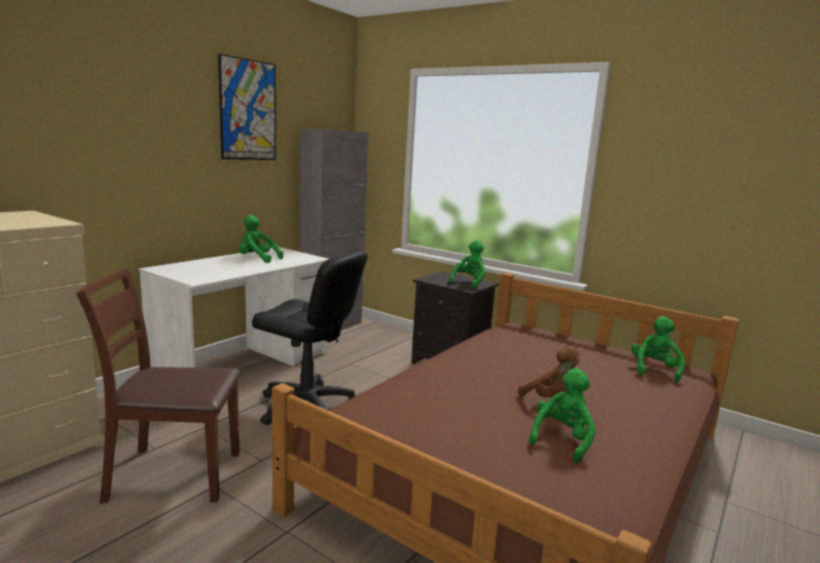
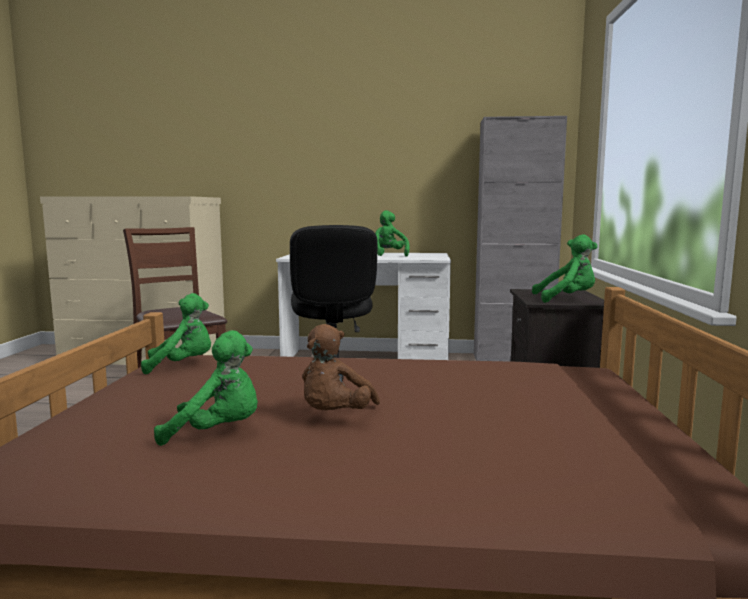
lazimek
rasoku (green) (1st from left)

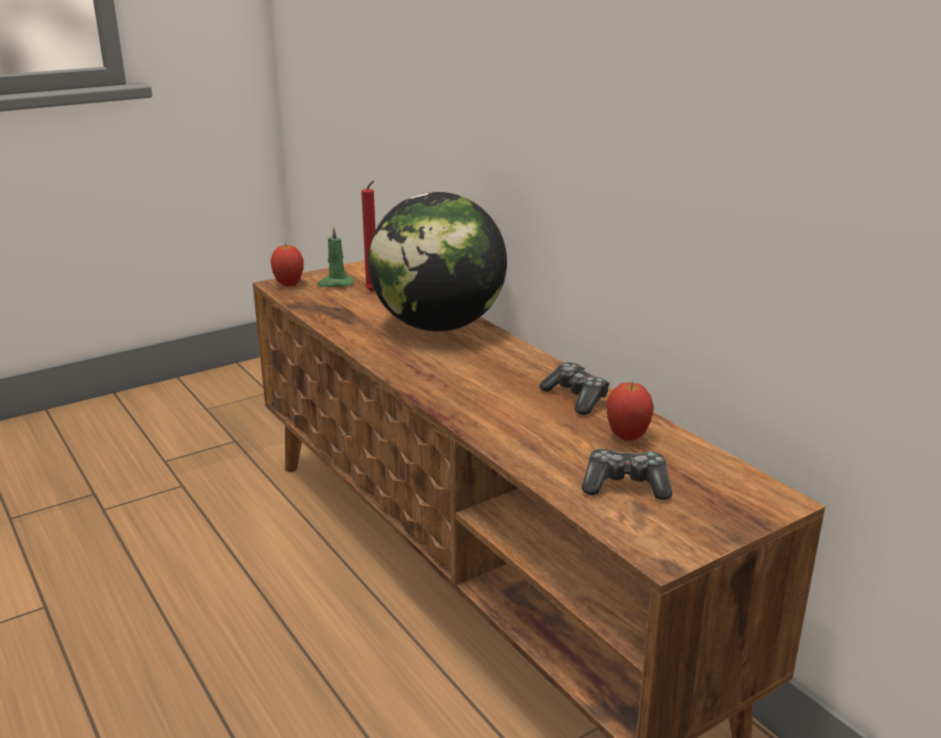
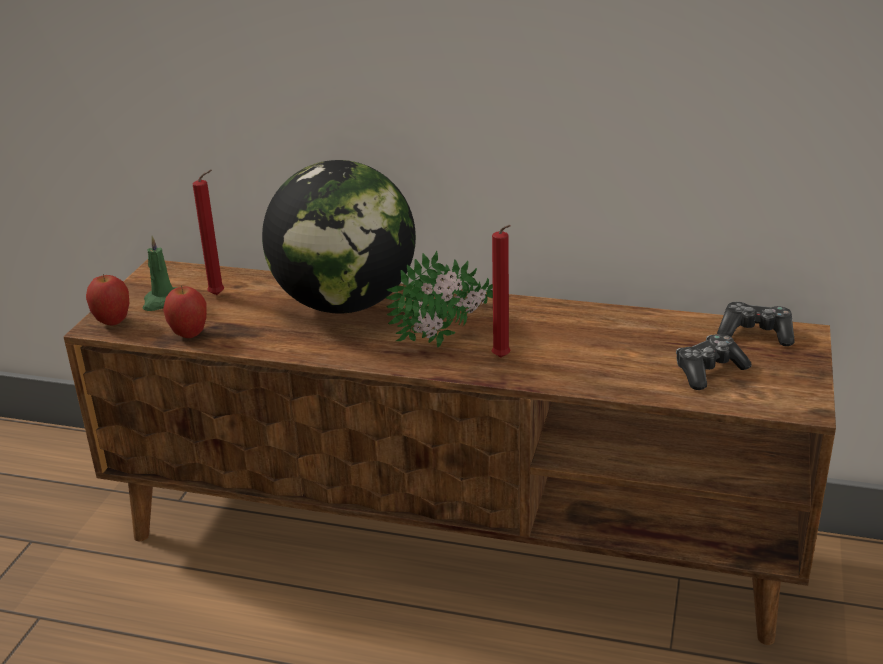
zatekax (2nd from left)
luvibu (2nd from left)
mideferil
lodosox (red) (2nd from left)

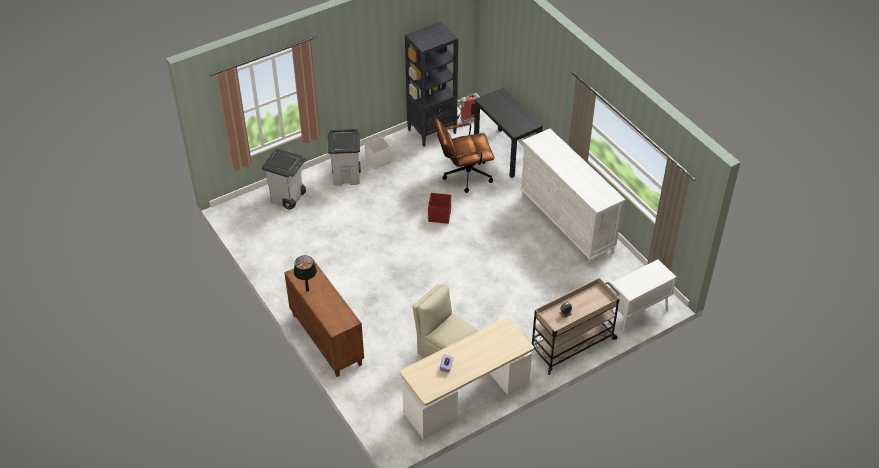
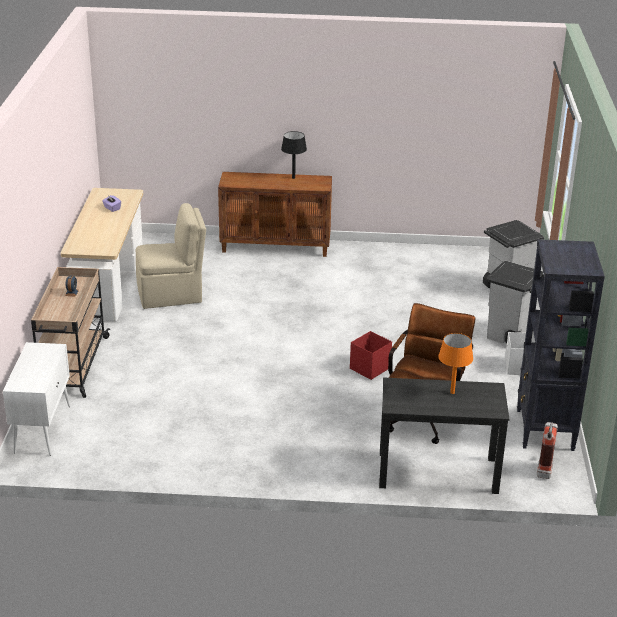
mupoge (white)
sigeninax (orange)

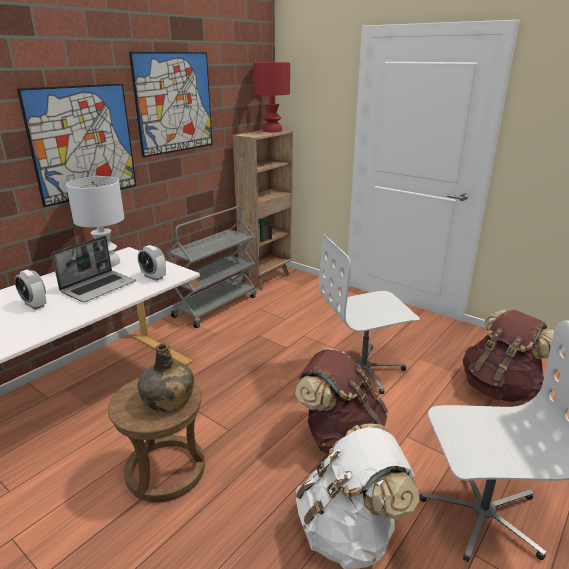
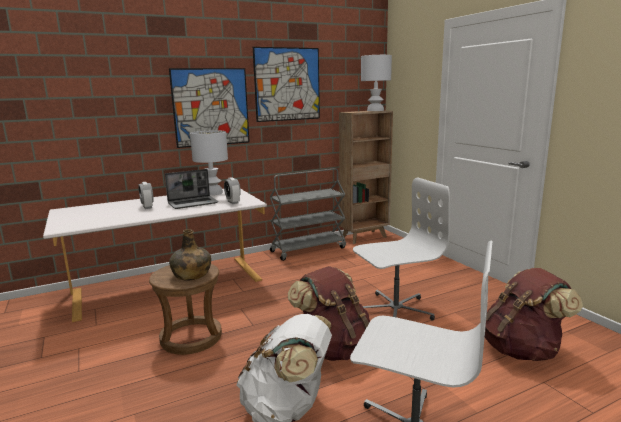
sigeninax (white) (2nd from left)
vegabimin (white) (1st from left)

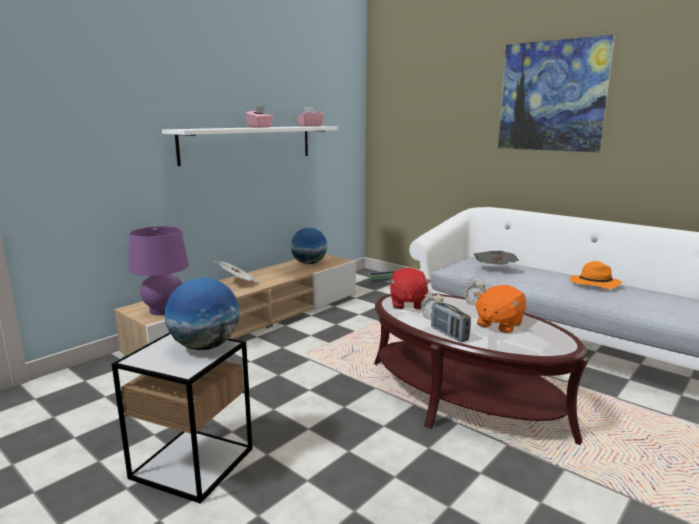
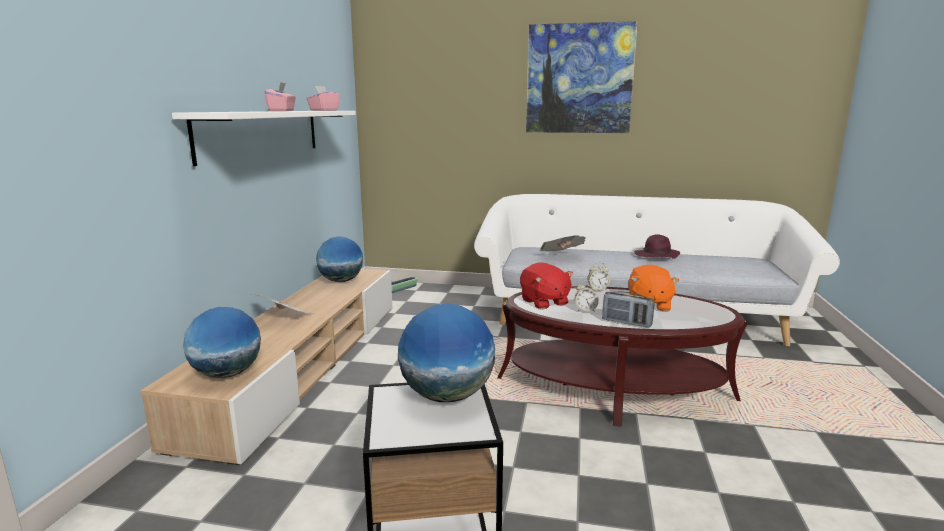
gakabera (1st from left)
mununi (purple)

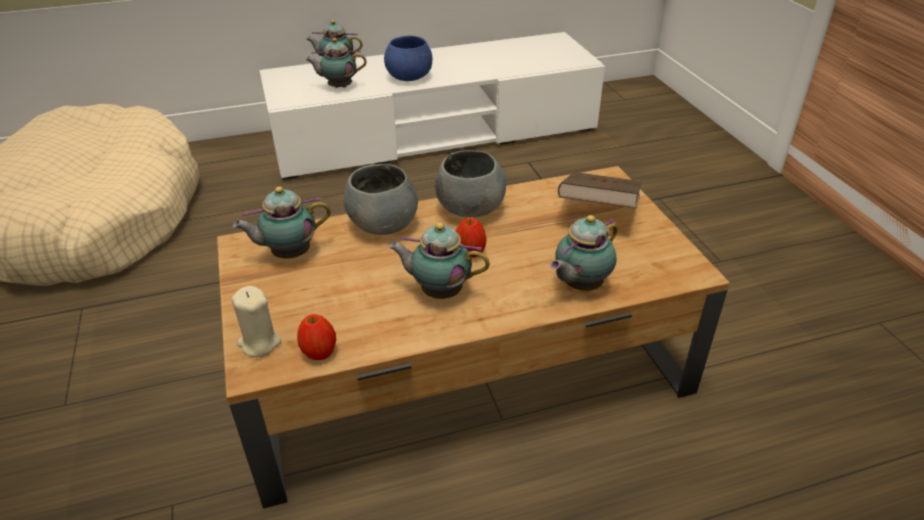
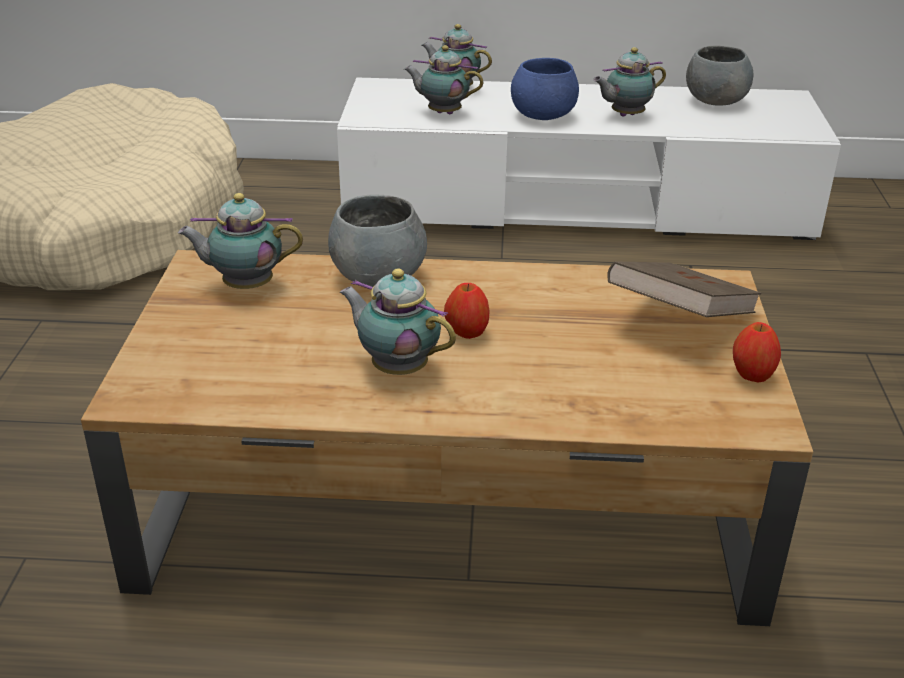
lodosox (beige)
luvibu (2nd from left)
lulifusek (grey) (2nd from left)
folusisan (5th from left)

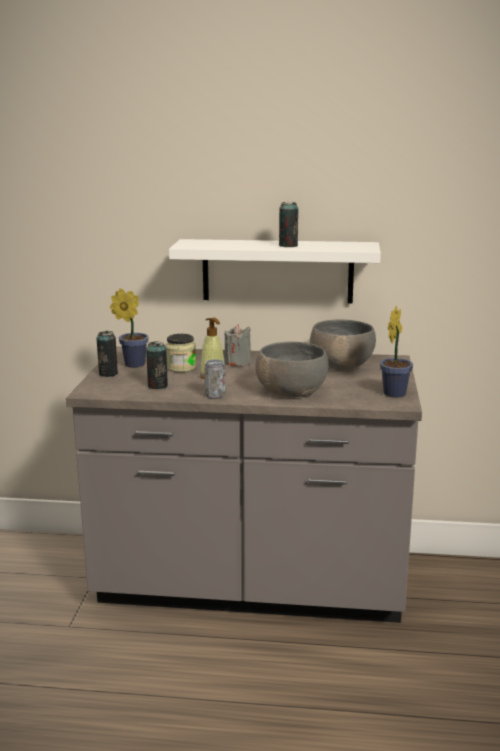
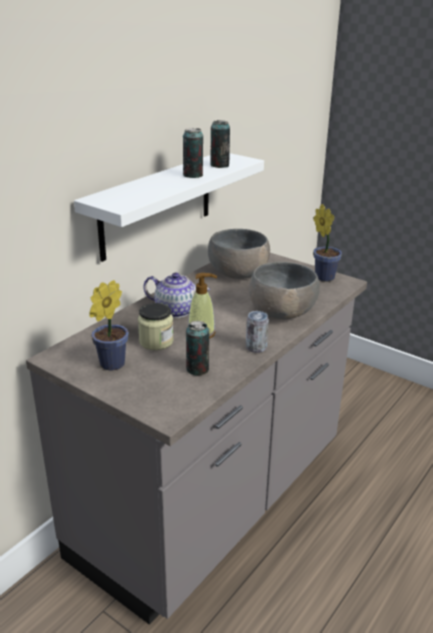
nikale (3rd from left)
folusisan

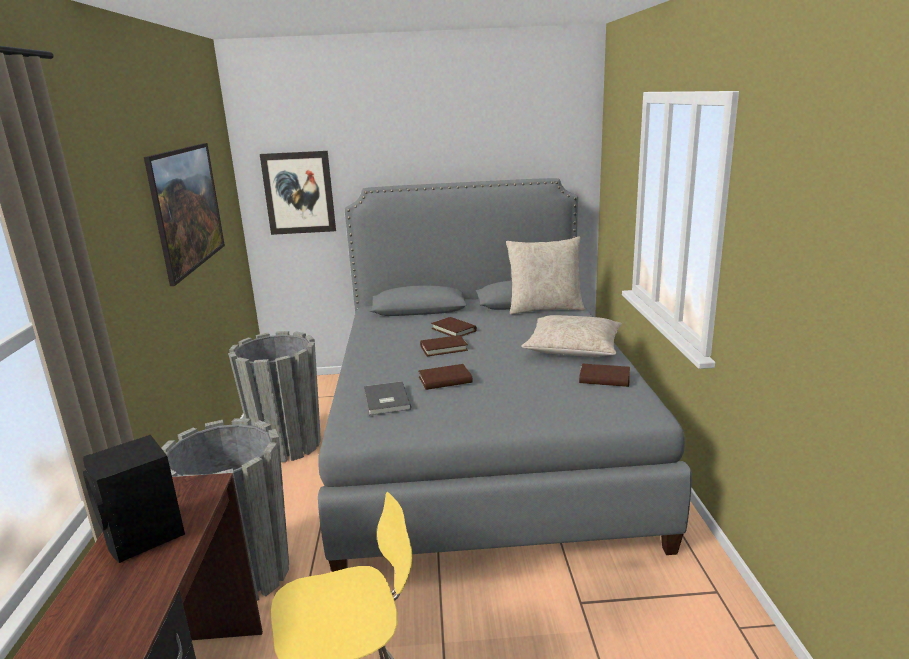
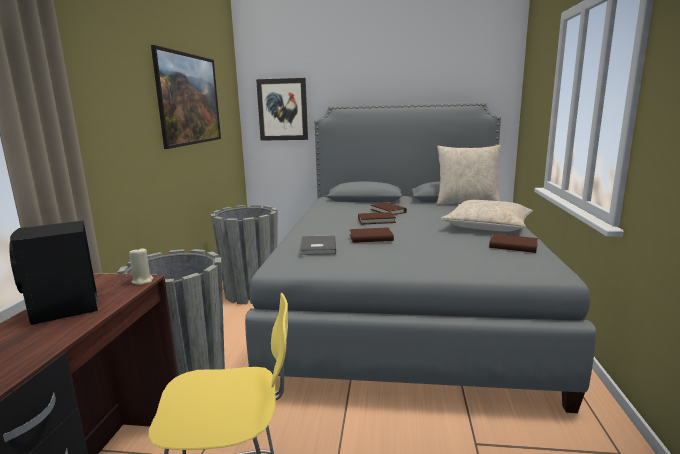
lodosox (beige)

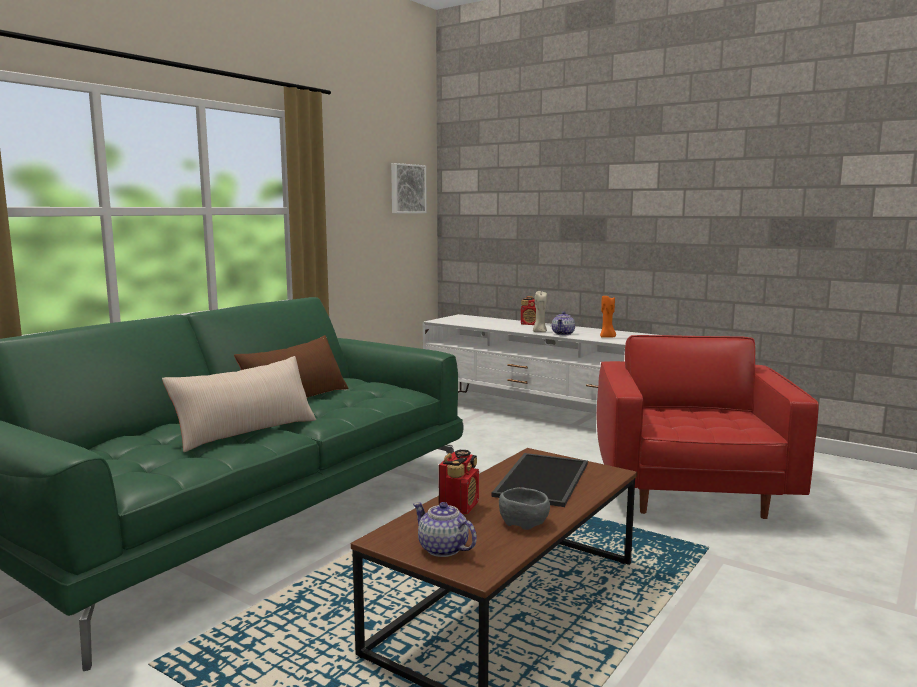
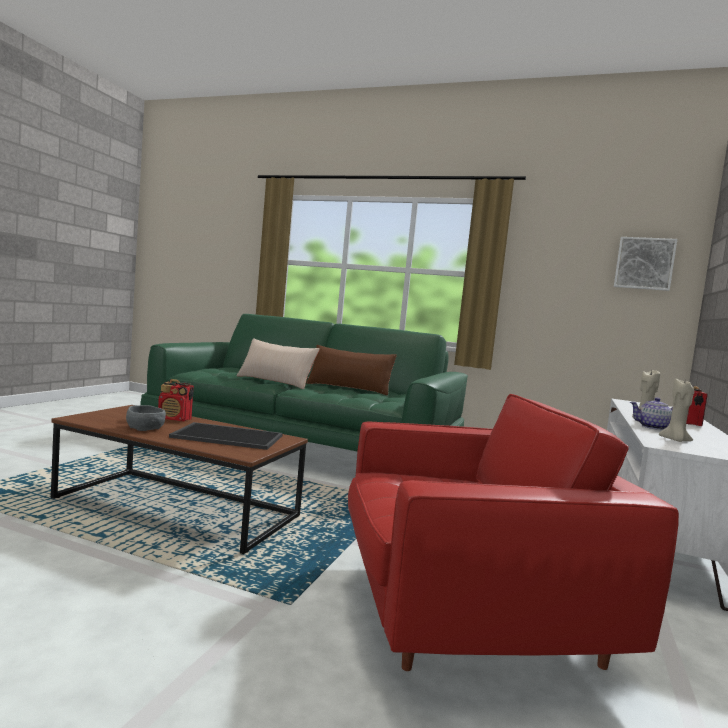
folusisan (1st from left in the first image)
lodosox (beige) (2nd from left)

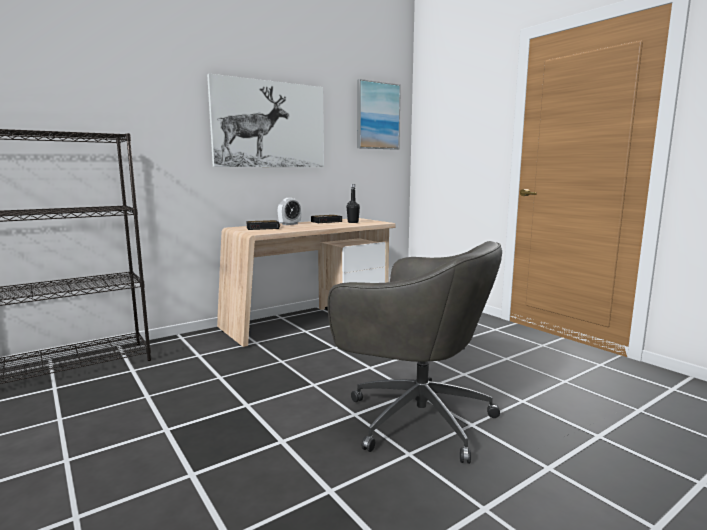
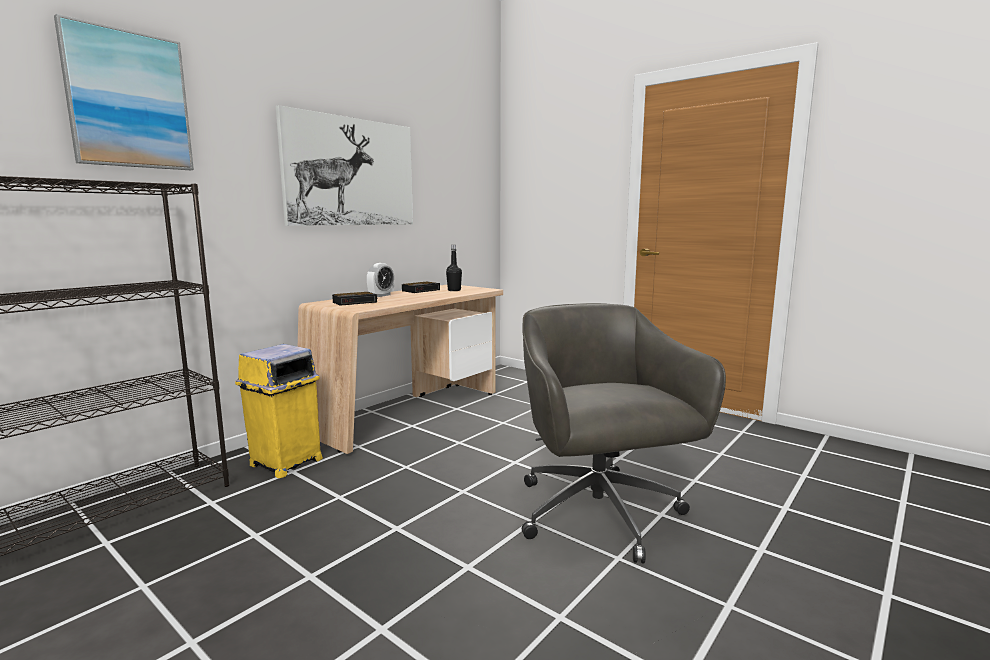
vegabimin (grey)
lazimek (1st from left)
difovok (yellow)

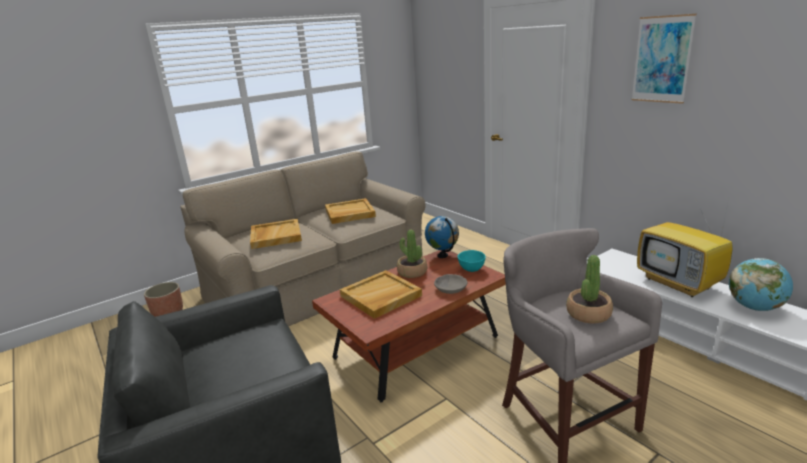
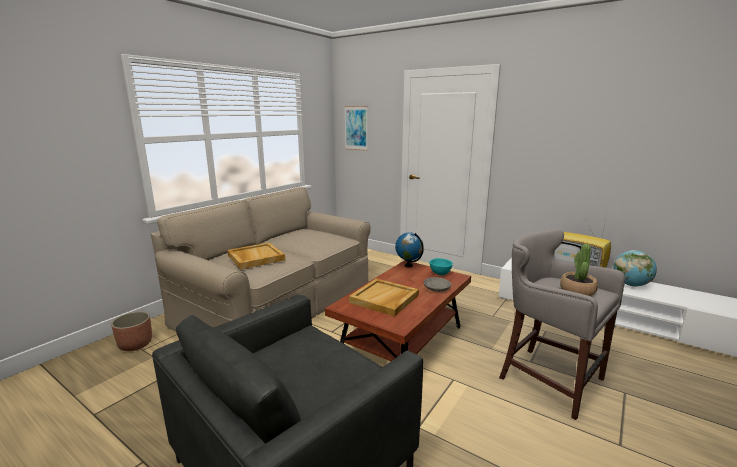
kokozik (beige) (2nd from left in the first image)
mideferil (1st from left in the first image)
lazimek

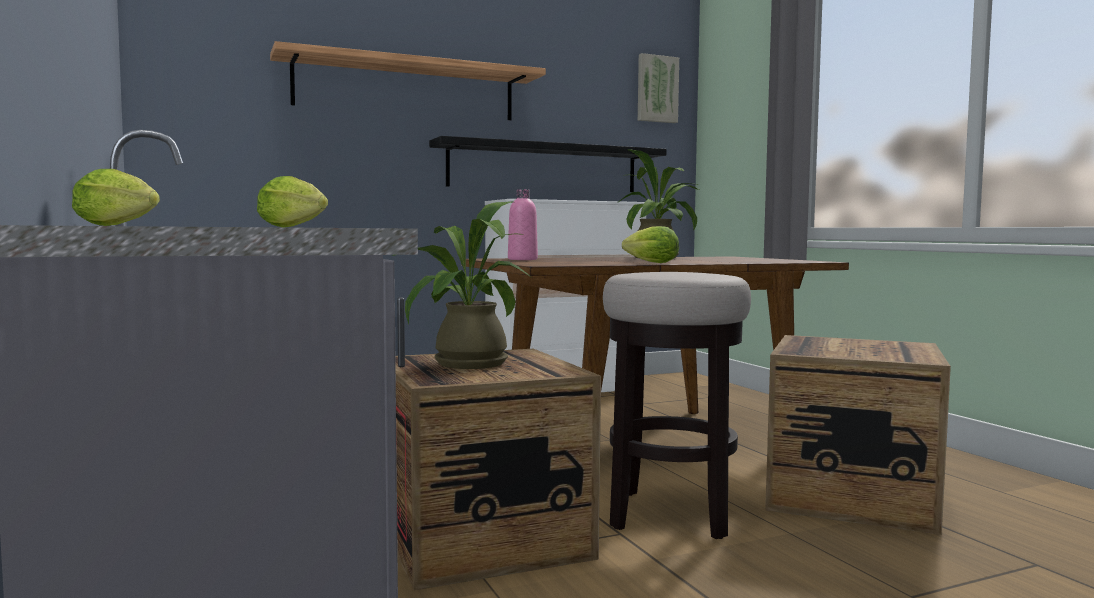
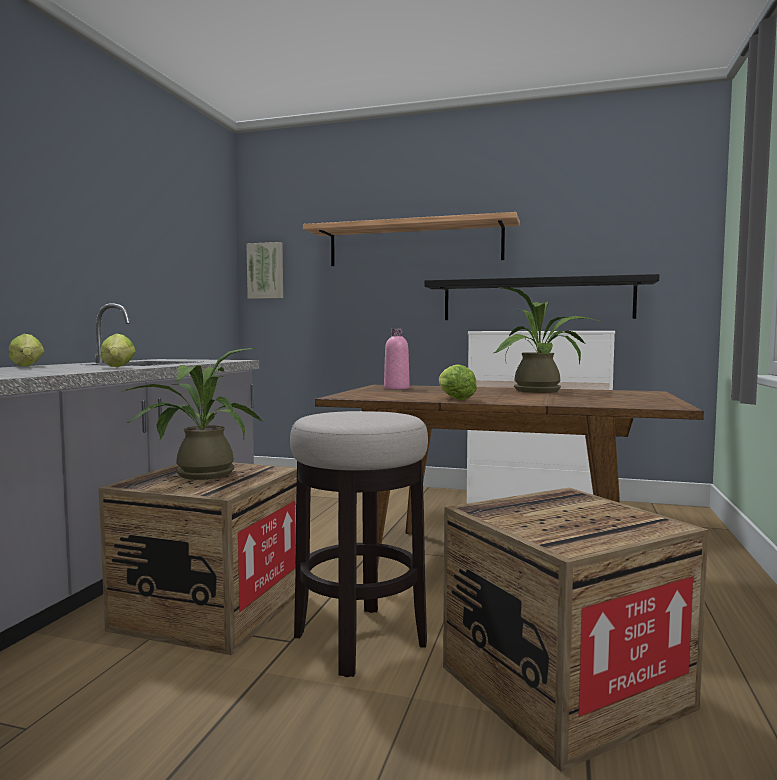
lazimek

